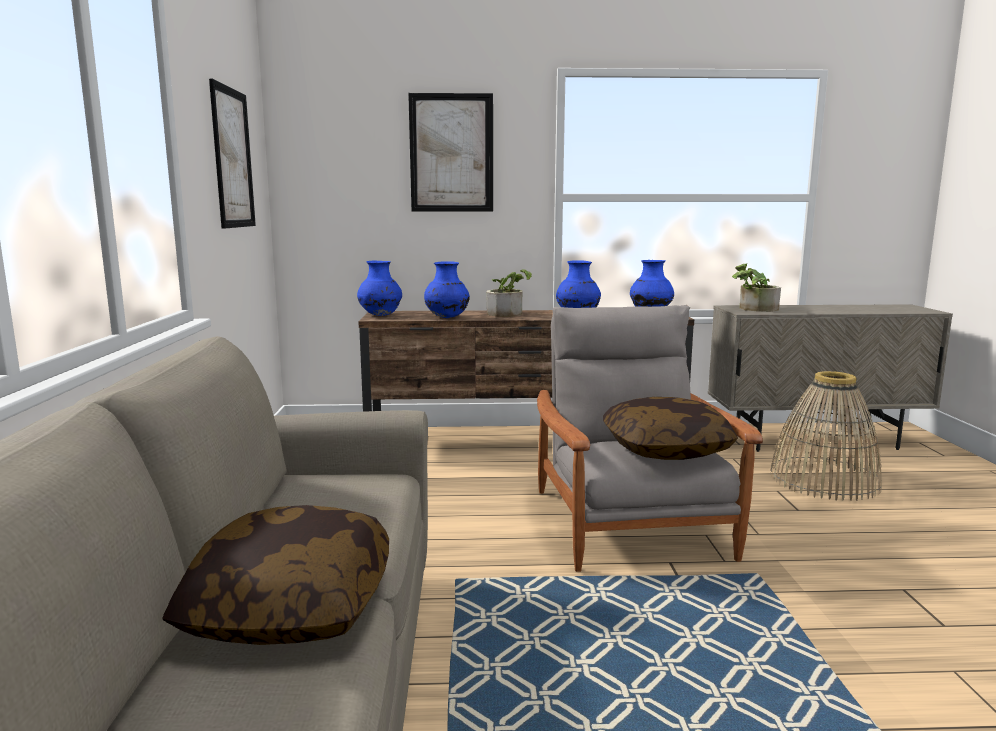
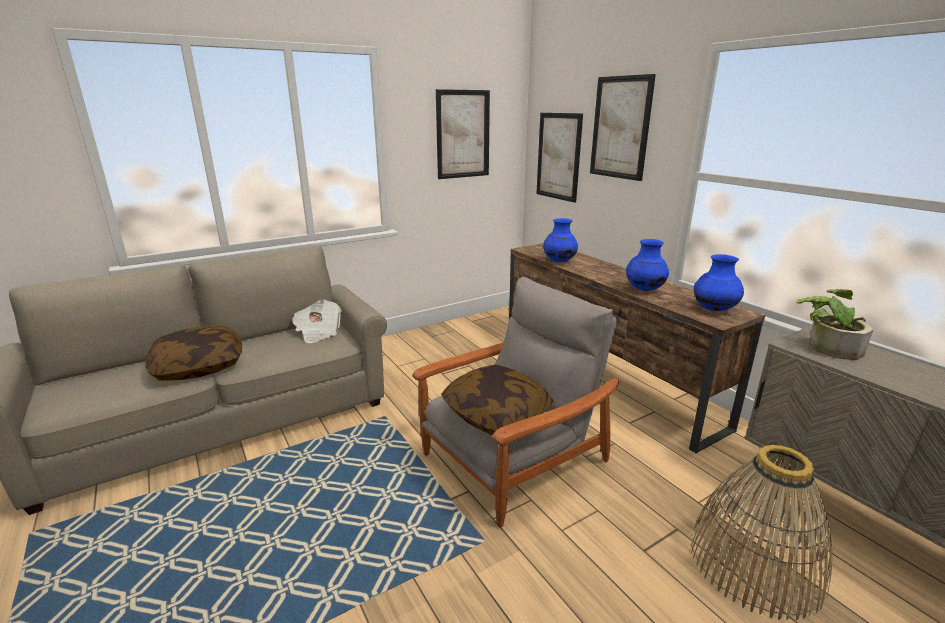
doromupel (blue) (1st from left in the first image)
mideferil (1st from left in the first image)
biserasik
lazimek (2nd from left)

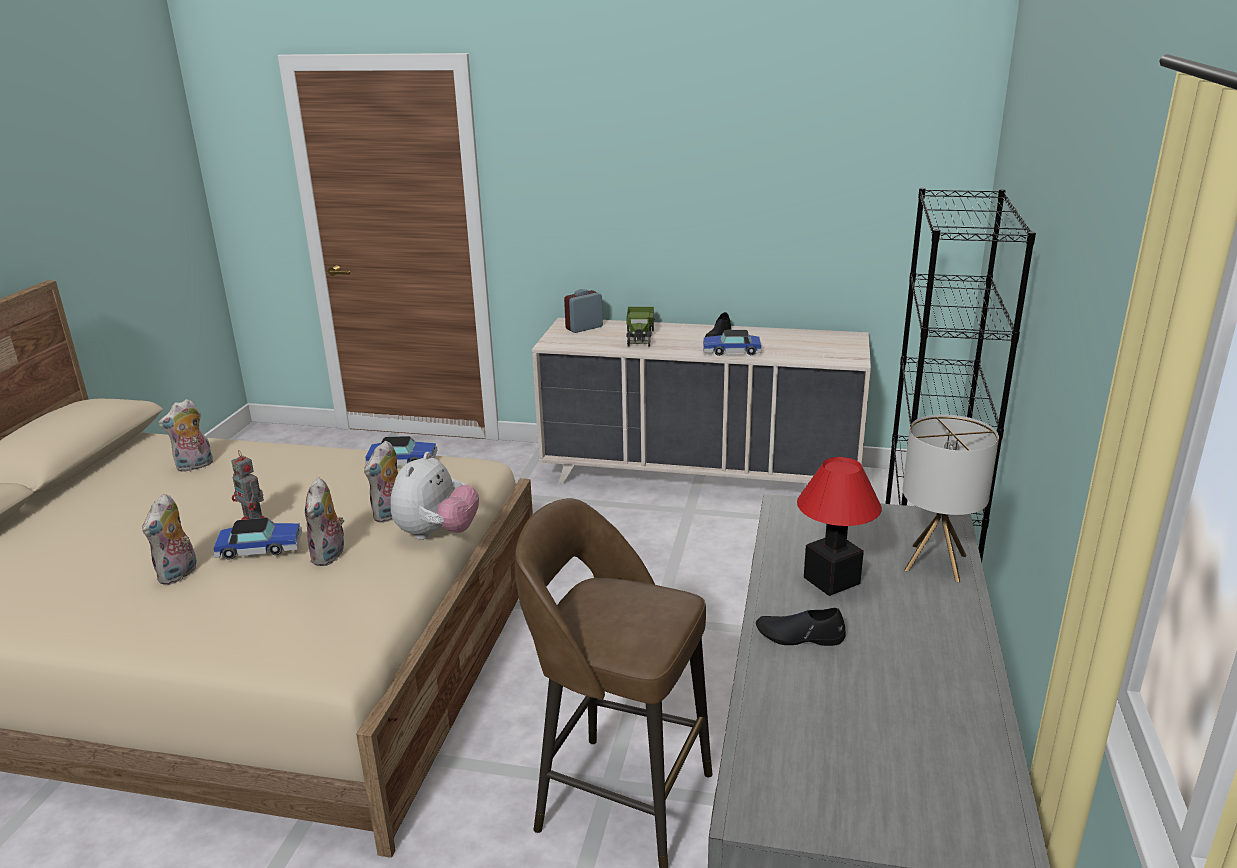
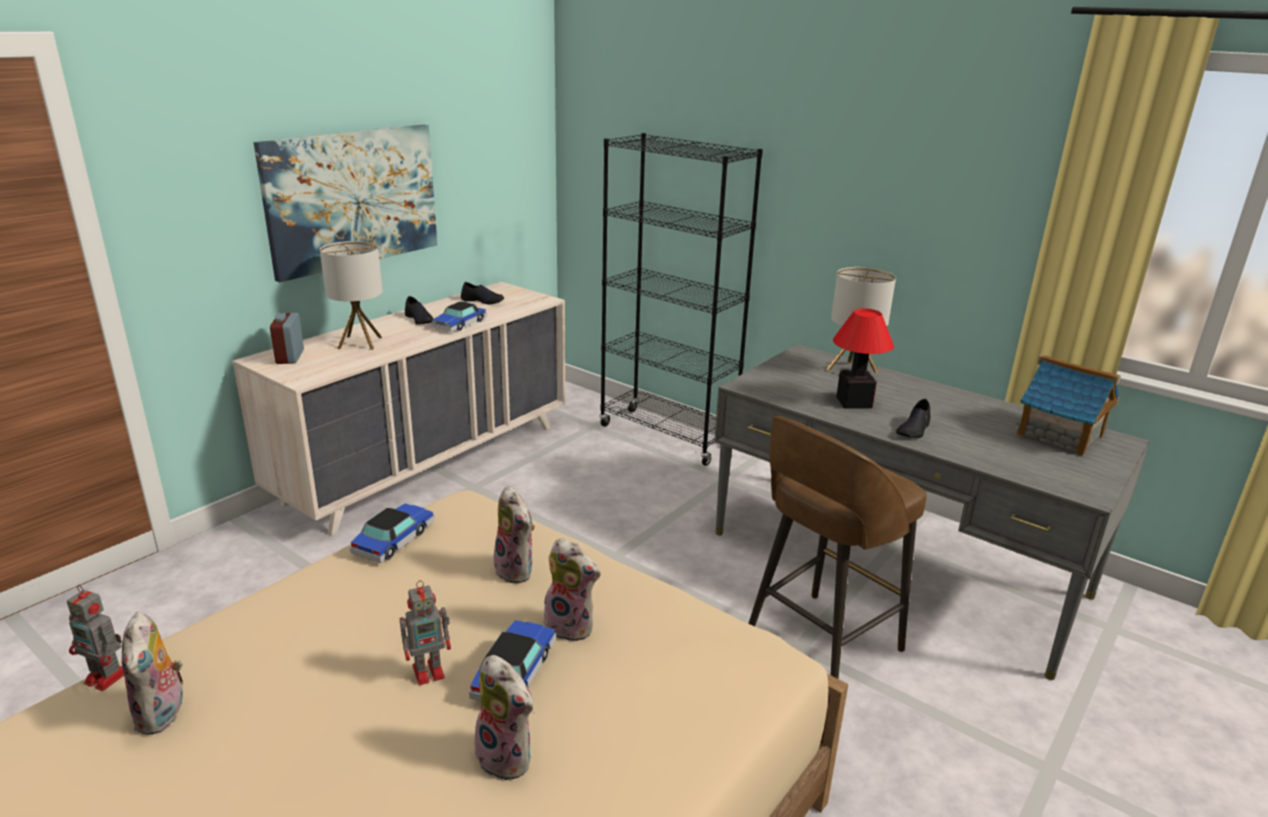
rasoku (5th from left in the first image)
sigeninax (1st from left)
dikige (1st from left)
lazimek
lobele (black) (2nd from left)
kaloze

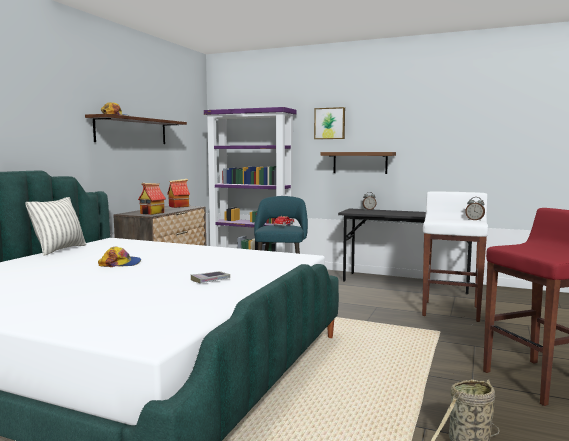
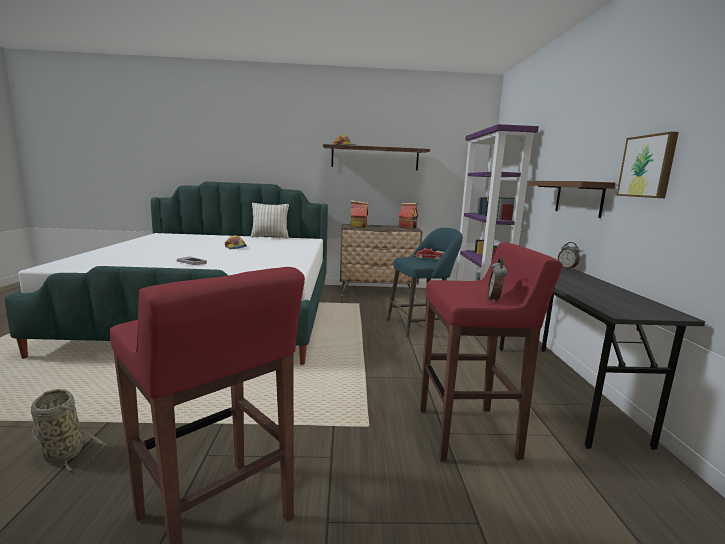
lazimek
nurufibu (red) (2nd from left)

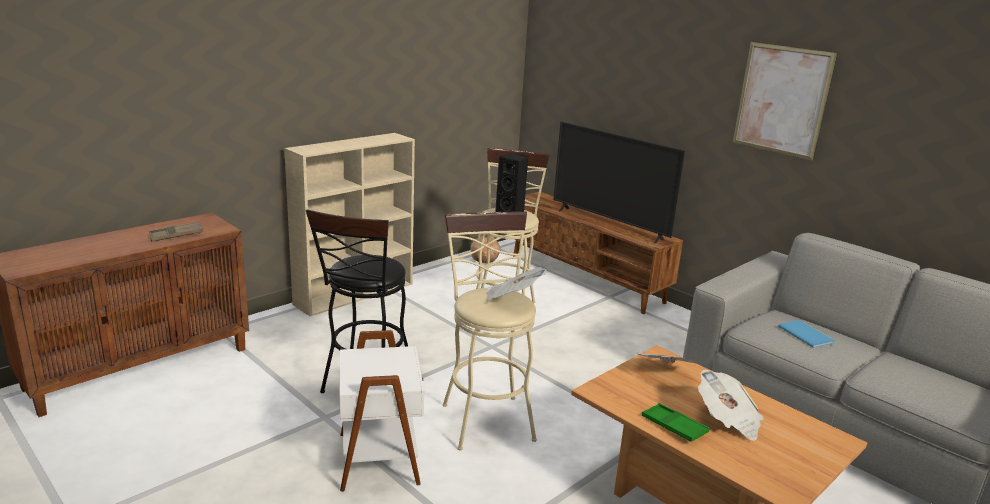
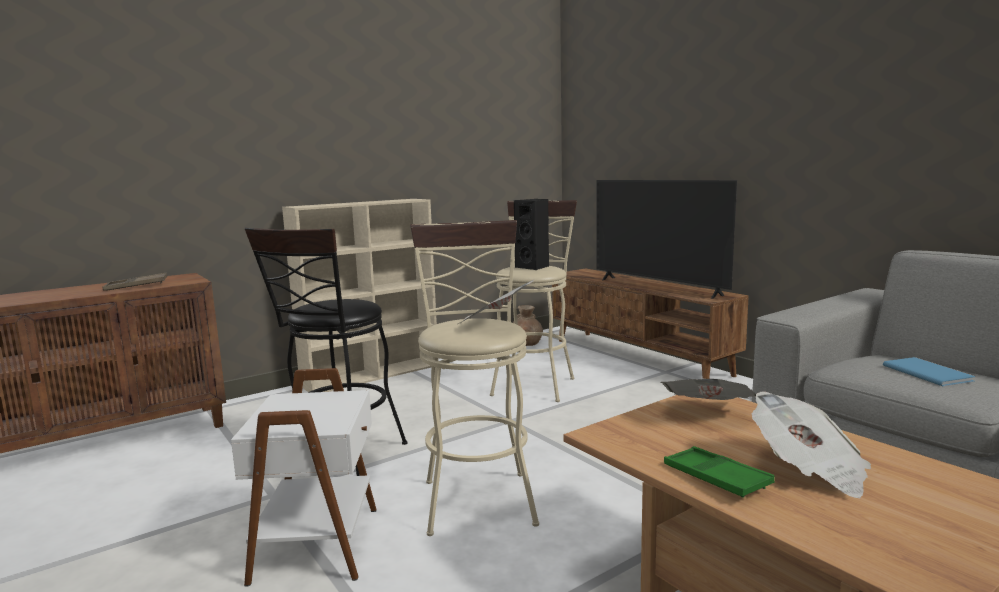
lazimek

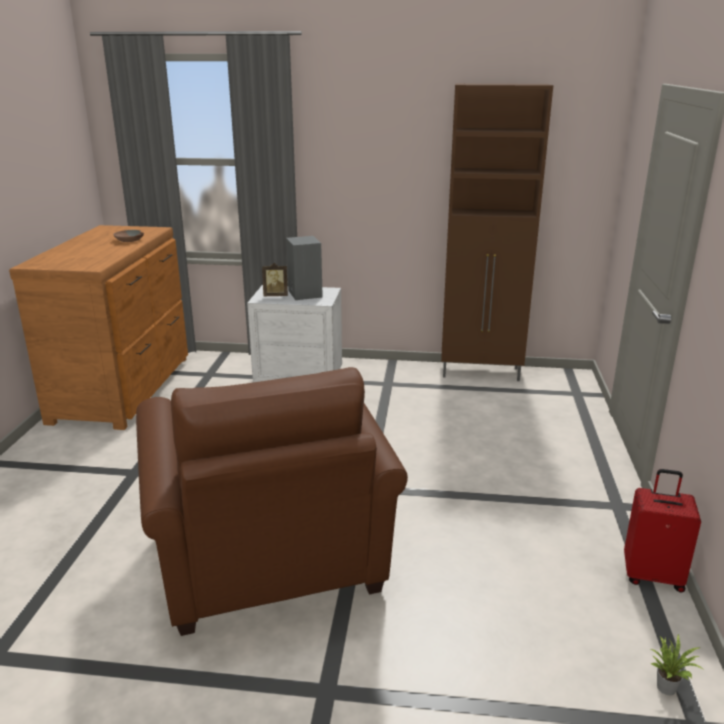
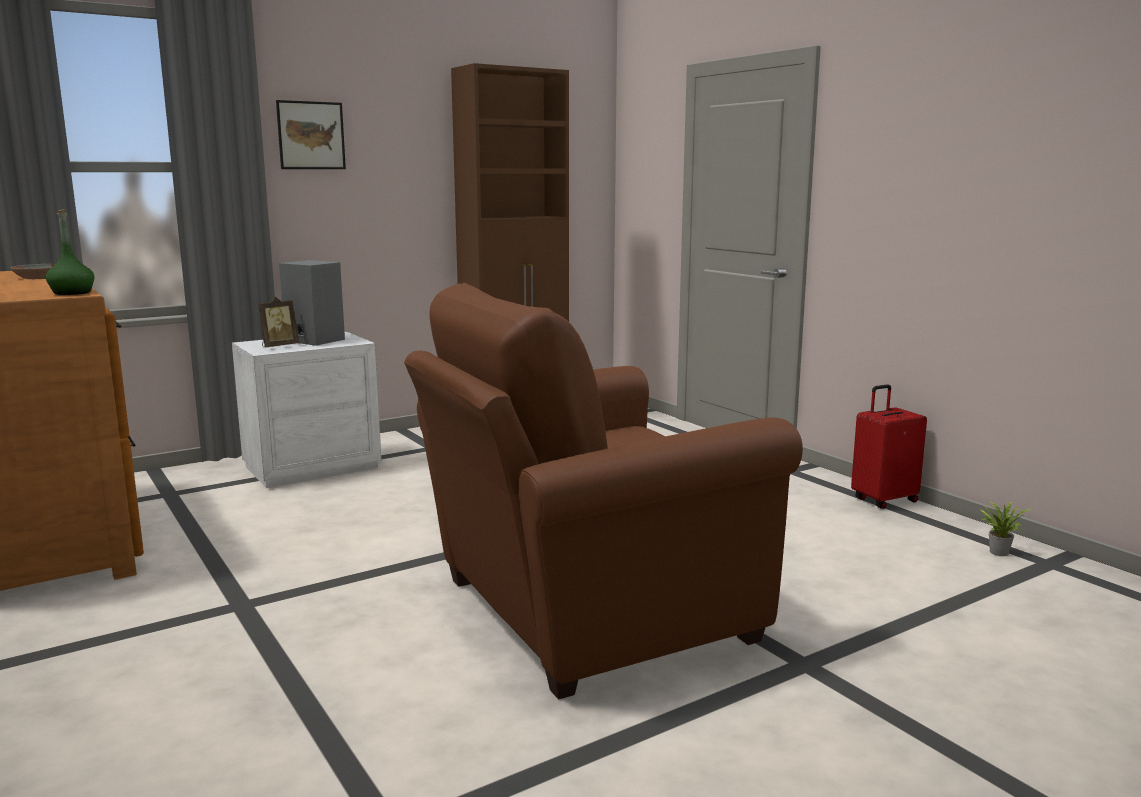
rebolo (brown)
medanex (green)
lazimek

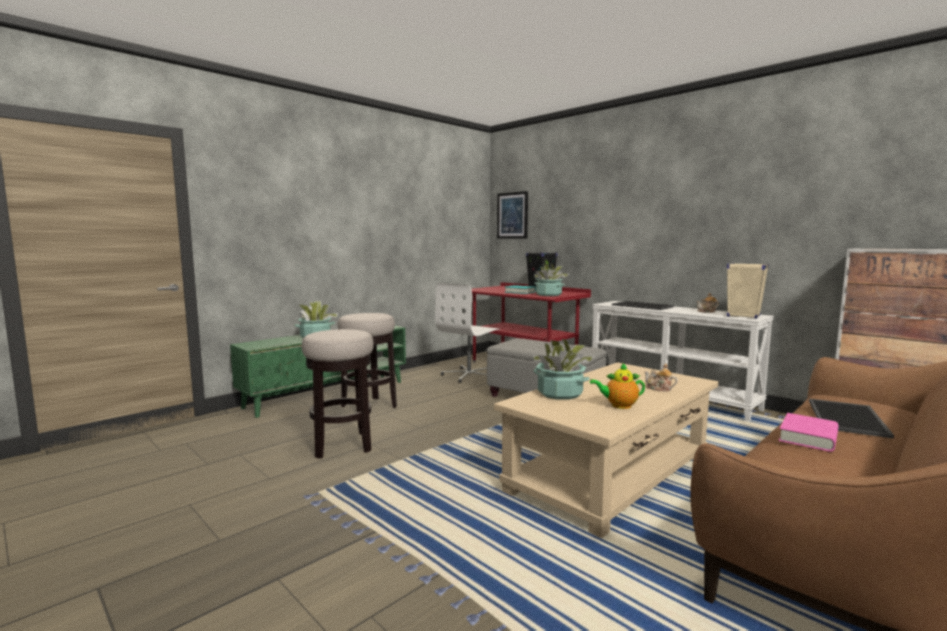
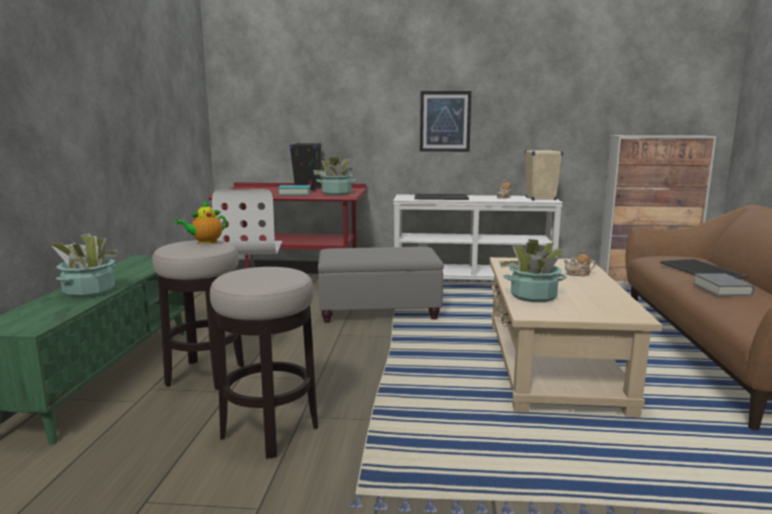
lazimek
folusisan (1st from left)
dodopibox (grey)

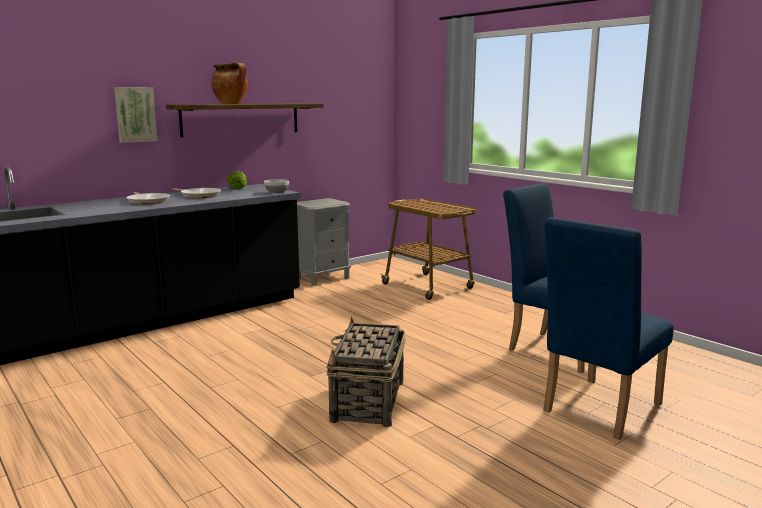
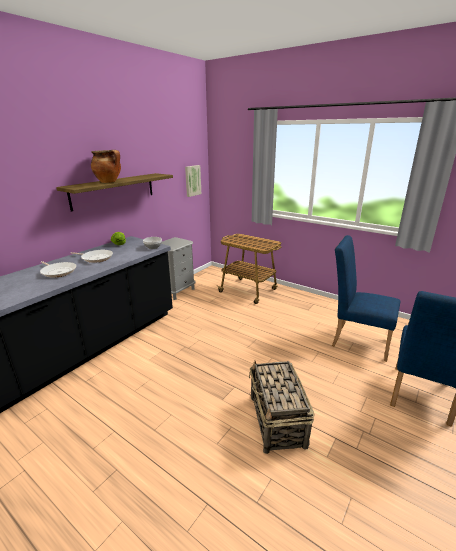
lazimek

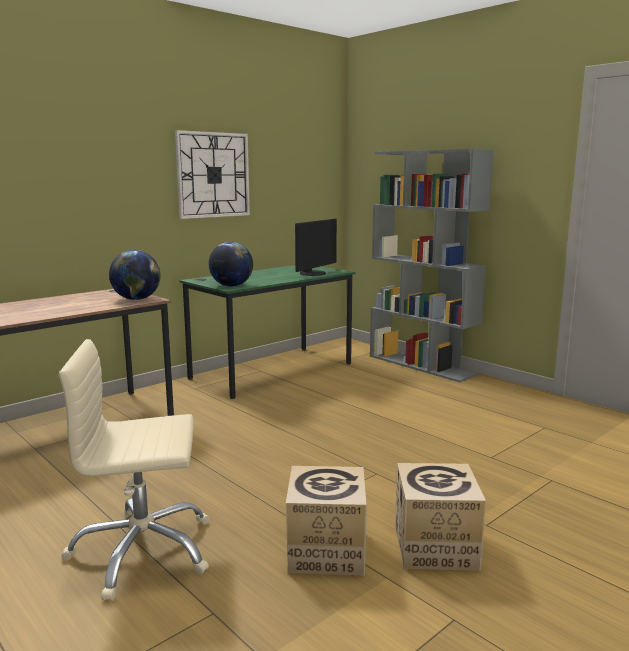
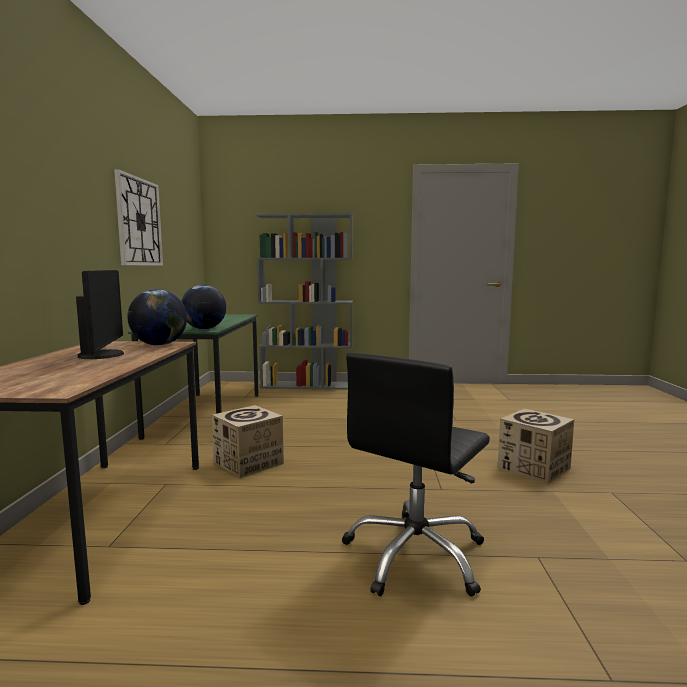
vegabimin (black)
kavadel (1st from left)
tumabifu

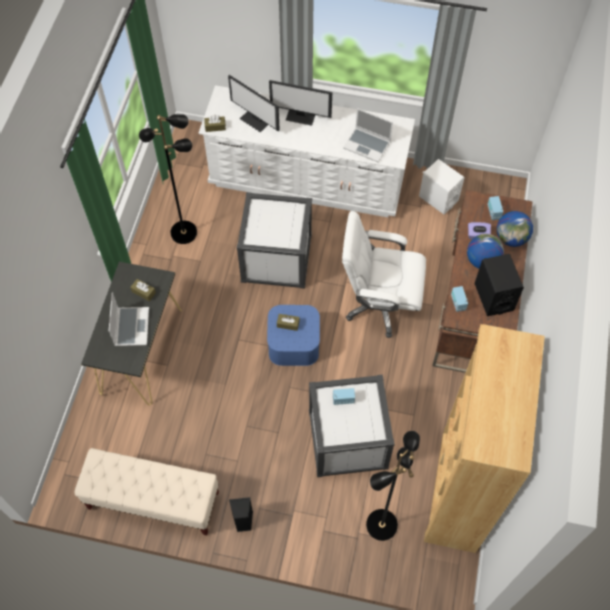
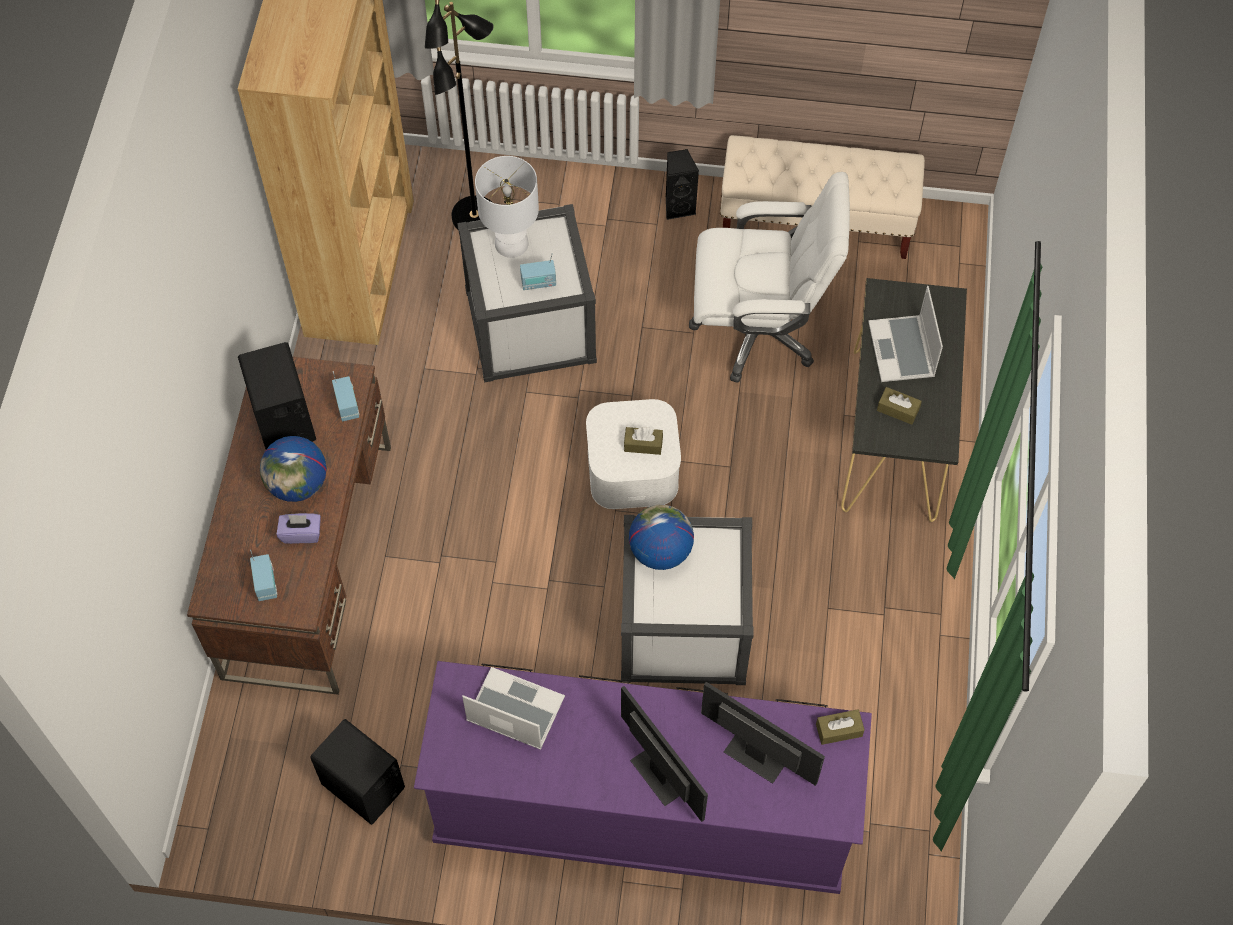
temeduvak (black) (1st from left in the first image)
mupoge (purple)
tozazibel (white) (2nd from left)
tumabifu (1st from left)
vegabimin (white)
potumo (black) (2nd from left)
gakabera (2nd from left)
sigeninax (white)

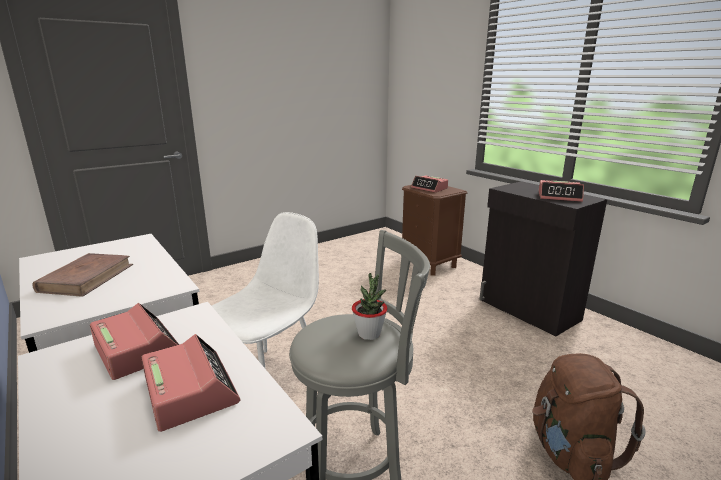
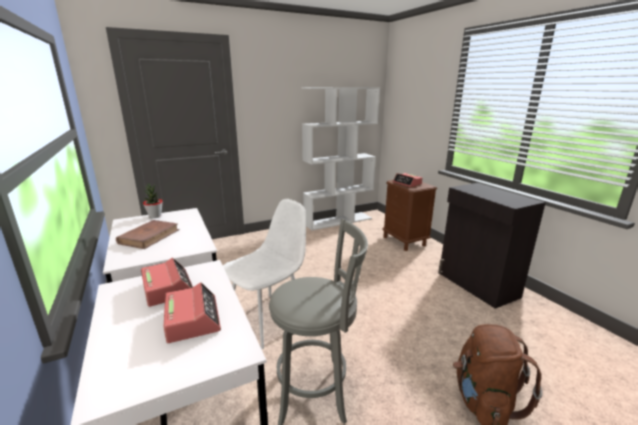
mideferil
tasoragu (4th from left in the first image)
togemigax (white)

